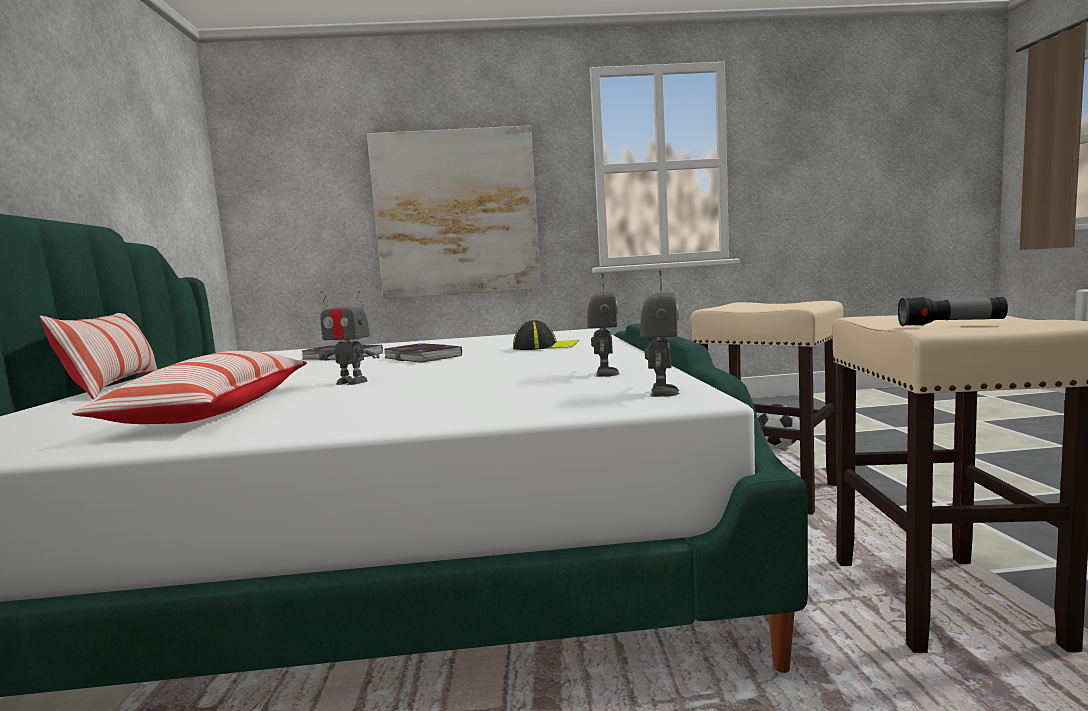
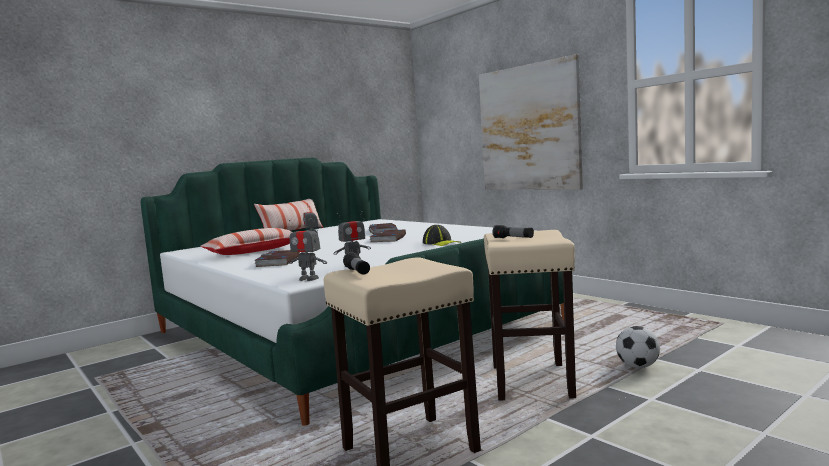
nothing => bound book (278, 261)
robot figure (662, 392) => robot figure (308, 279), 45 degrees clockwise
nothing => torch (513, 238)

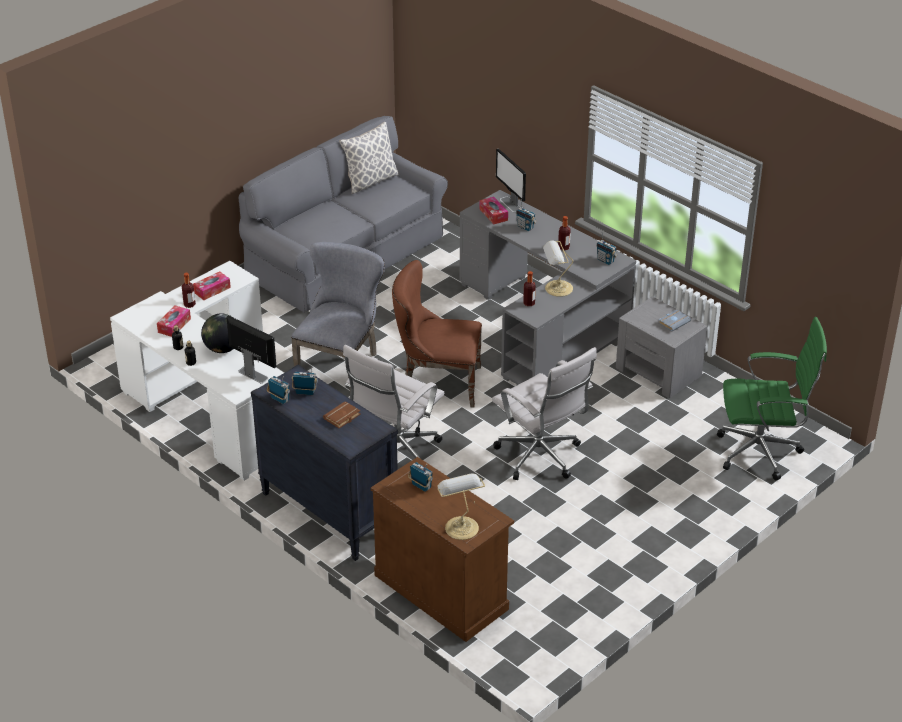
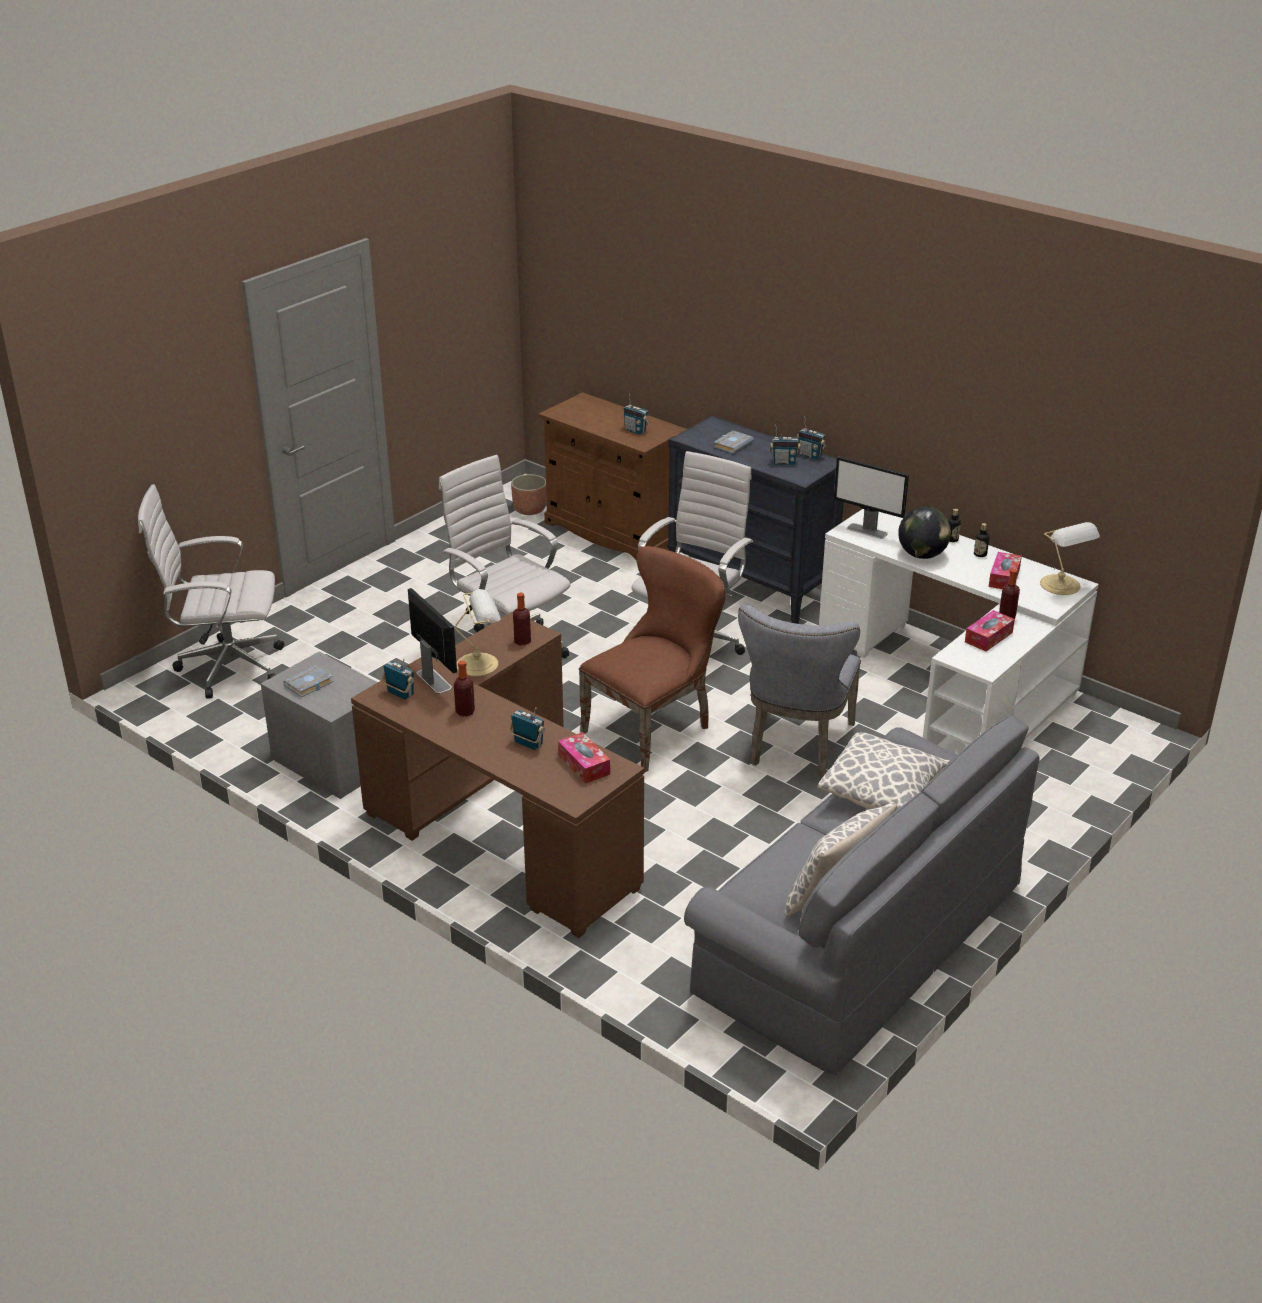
computer chair in green-coloured (762, 452) => computer chair in white (226, 668)
desk unit in greyish (544, 325) => desk unit in brownish (499, 823)
monitor (511, 204) => monitor (433, 680), shifted
nothing => plant pot (529, 509)
upright chair in brownish (436, 384) => upright chair in brownish (654, 728), 45 degrees counterclockwise
bound book in brownish (342, 417) => bound book in greyish (732, 444)
nothing => pillow (882, 792)
table lamp (460, 526) => table lamp (1061, 585), shifted

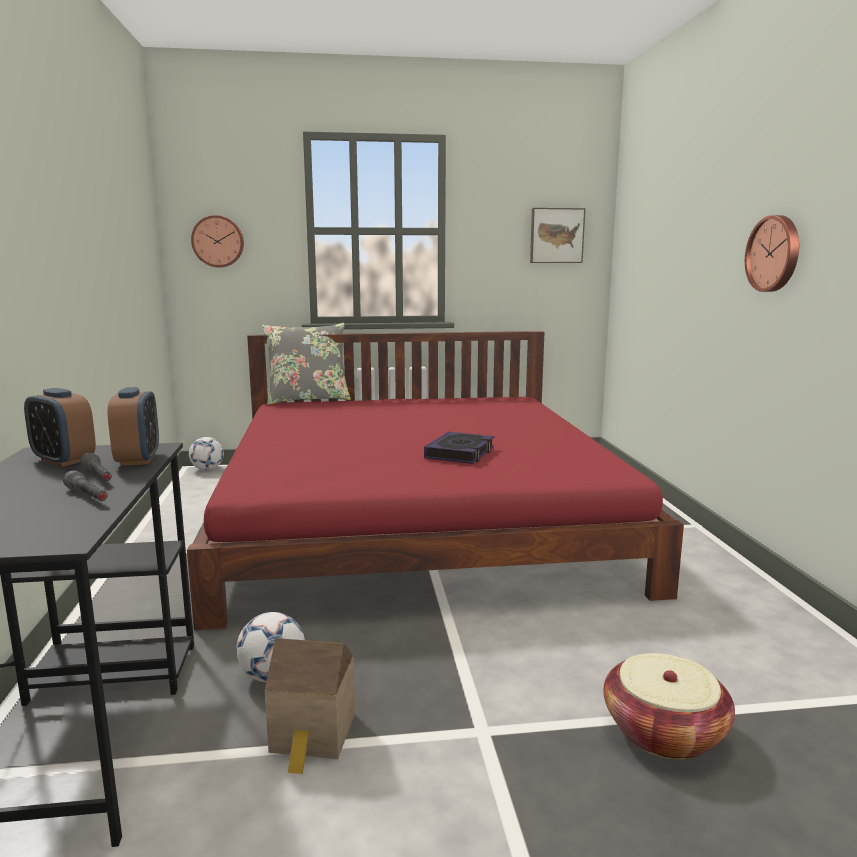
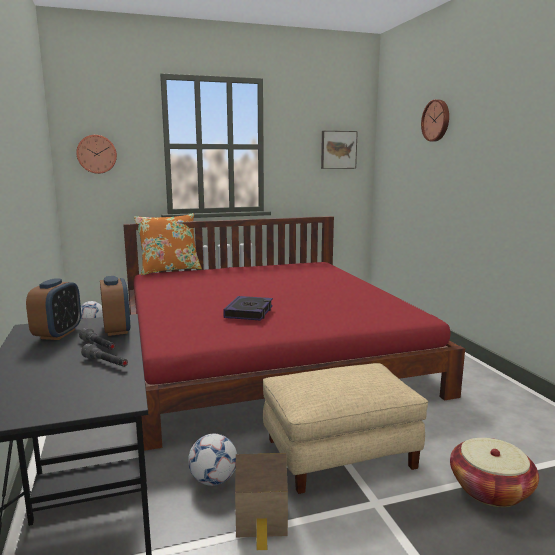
alarm clock (63, 460) => alarm clock (58, 334), 105 degrees counterclockwise
pillow in greyish (308, 399) => pillow in orangey (169, 270)
bound book (460, 453) => bound book (249, 312), shifted
nothing => footrest in beige (339, 452)
wall clock (774, 254) => wall clock (436, 120), shifted

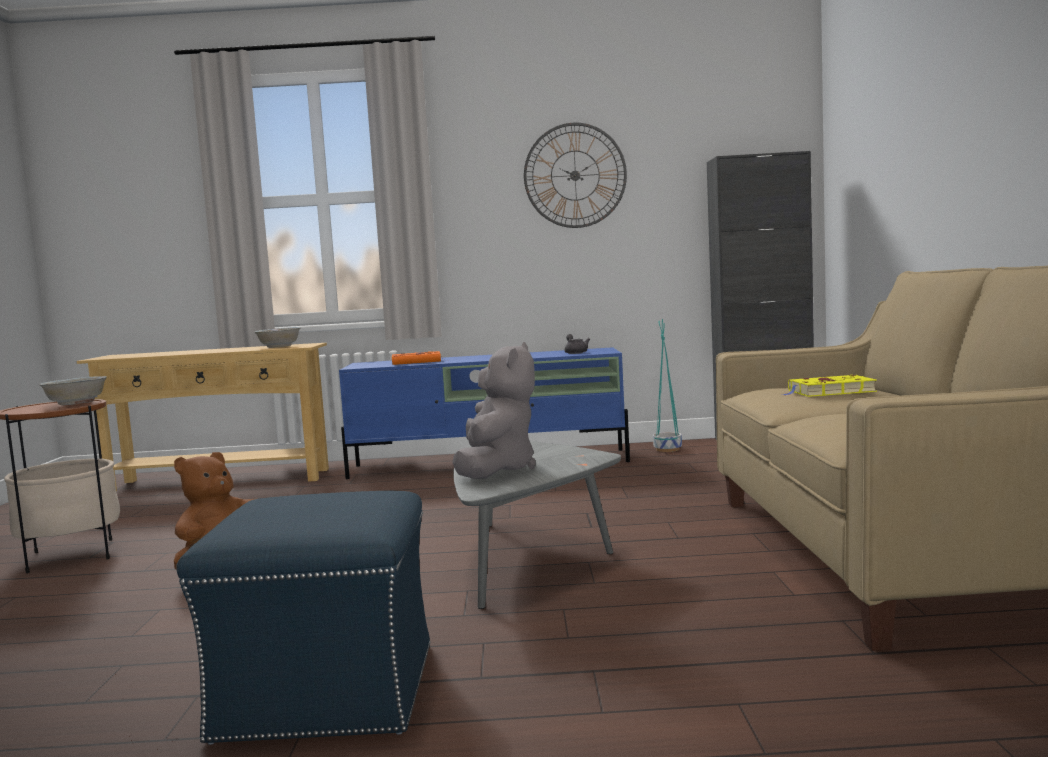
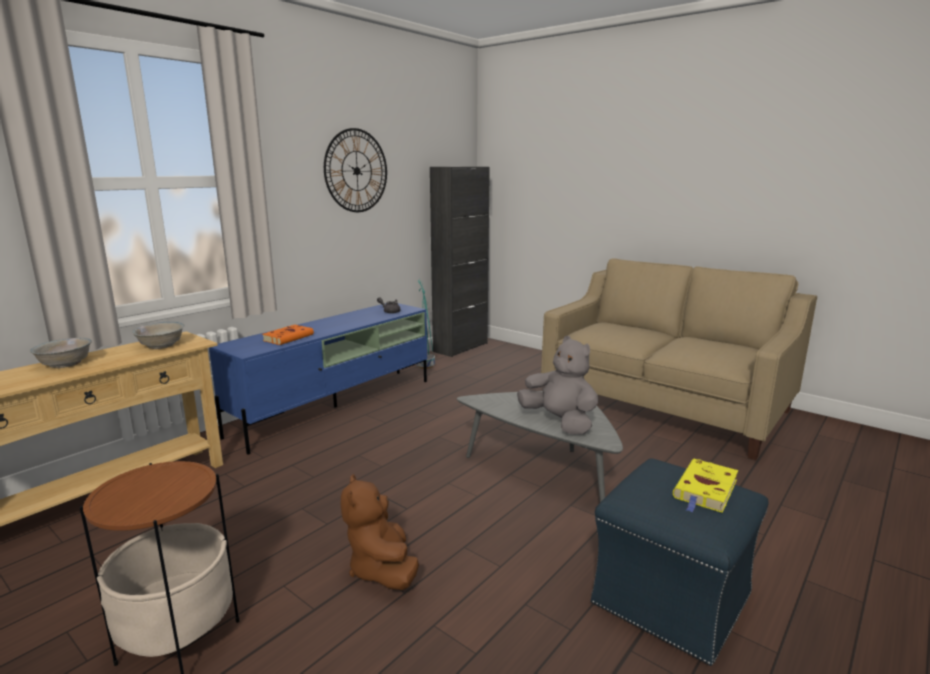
serving bowl in white (76, 403) => serving bowl in white (66, 364), shifted
bound book in yellow (829, 392) => bound book in yellow (705, 490), shifted

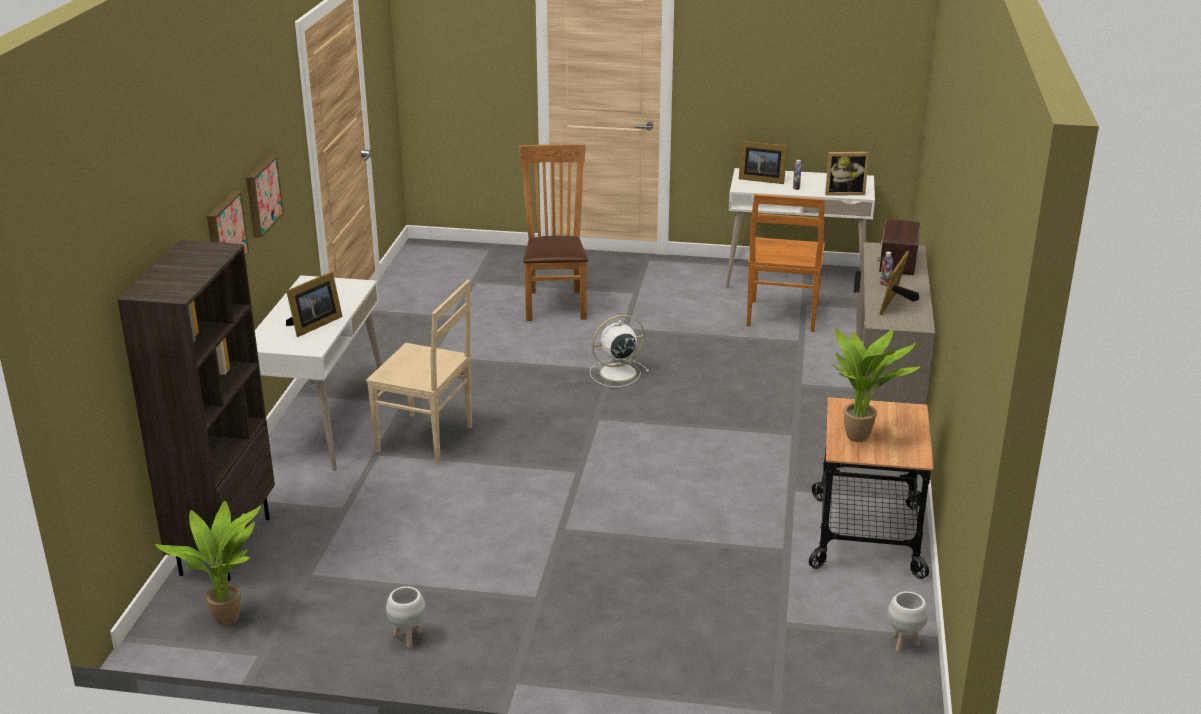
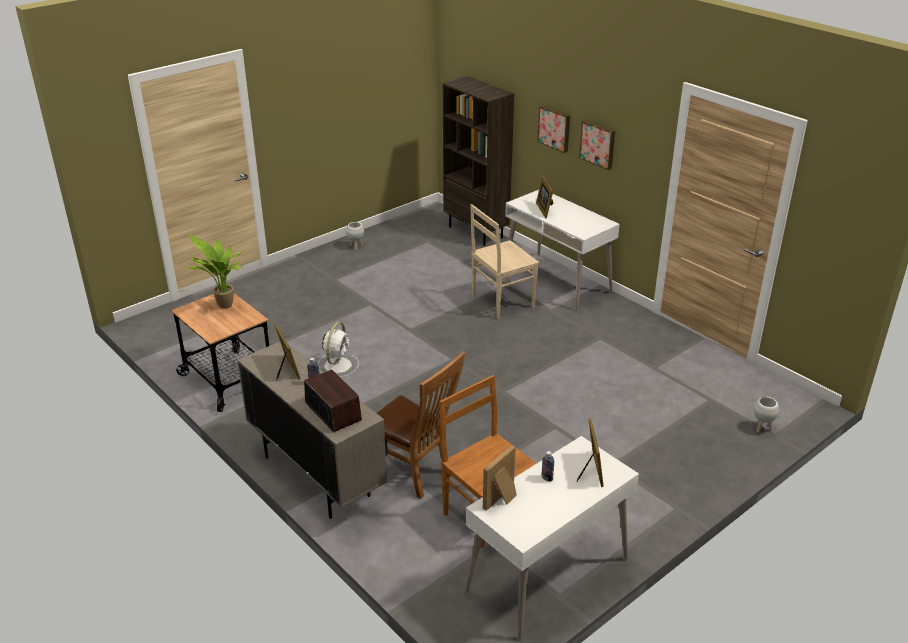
fan in white (616, 373) => fan in white (338, 364), shifted
upright chair in brownish (555, 303) => upright chair in brownish (414, 473), shifted
photo frame (760, 179) => photo frame (591, 470), 120 degrees clockwise
plant pot in white (904, 643) => plant pot in white (762, 428), shifted
potted plant (228, 617) => nothing

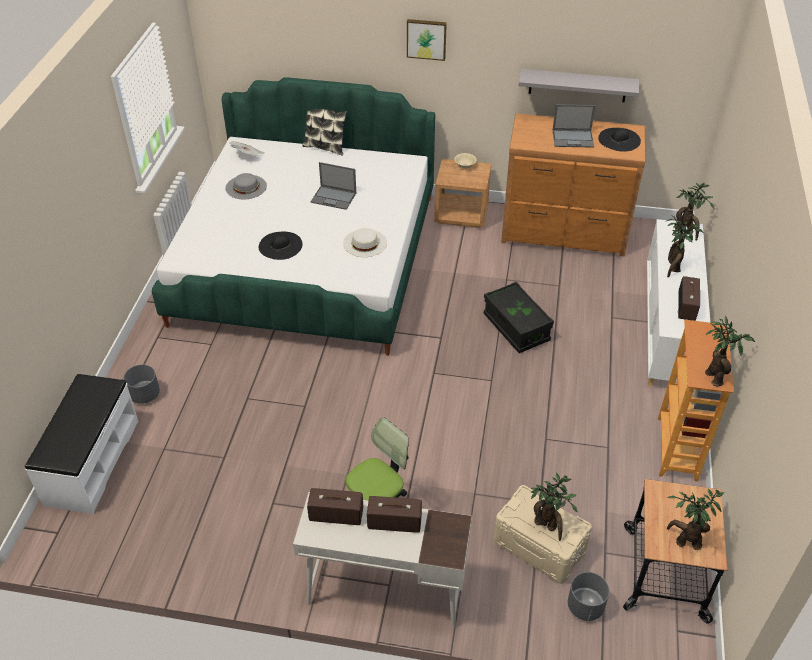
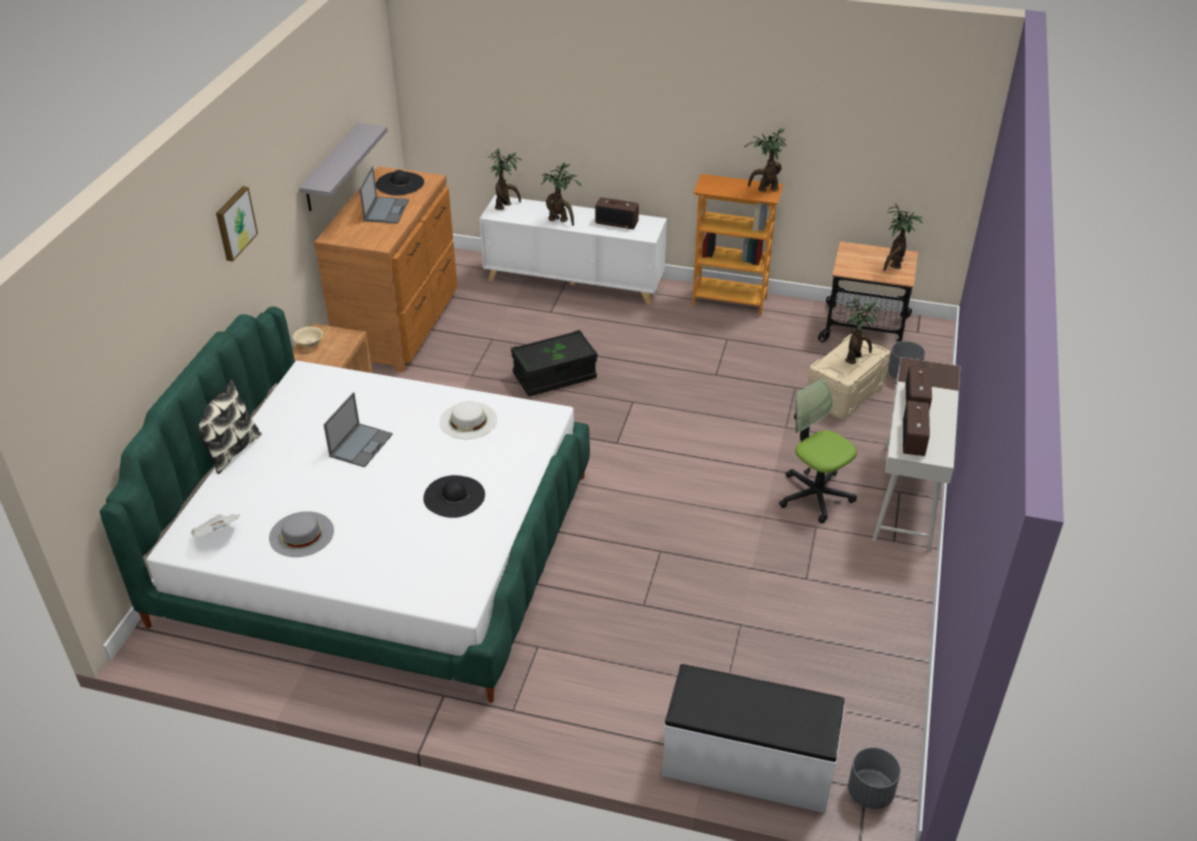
plant pot in greyish (145, 395) => plant pot in greyish (870, 793), shifted

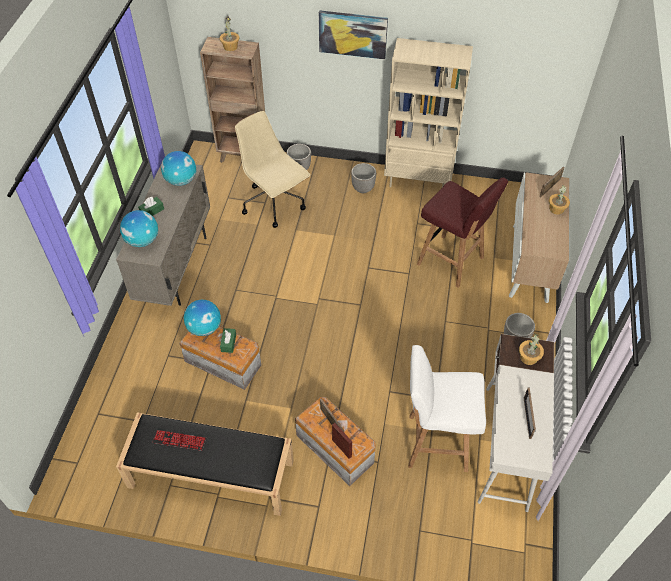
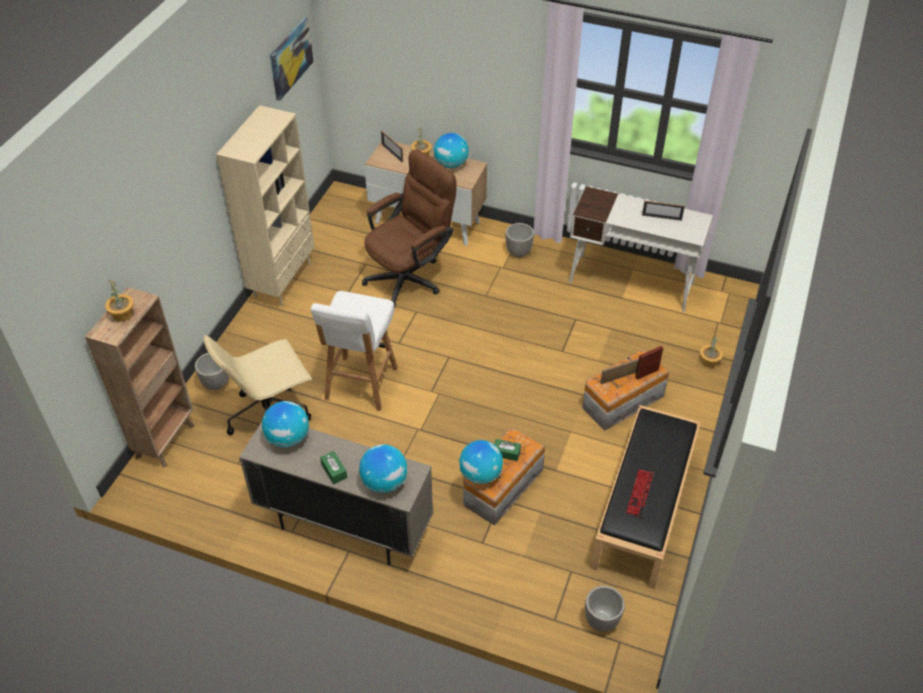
picture (353, 34) => picture (290, 58), shifted
stool seat in white (435, 442) => stool seat in white (360, 385), shifted
stool seat in red (451, 262) => computer chair in brownish (410, 276)
nothing => desk globe (451, 164)
plant pot (363, 188) => plant pot (601, 620), shifted
potted plant (528, 357) => potted plant (709, 361), shifted

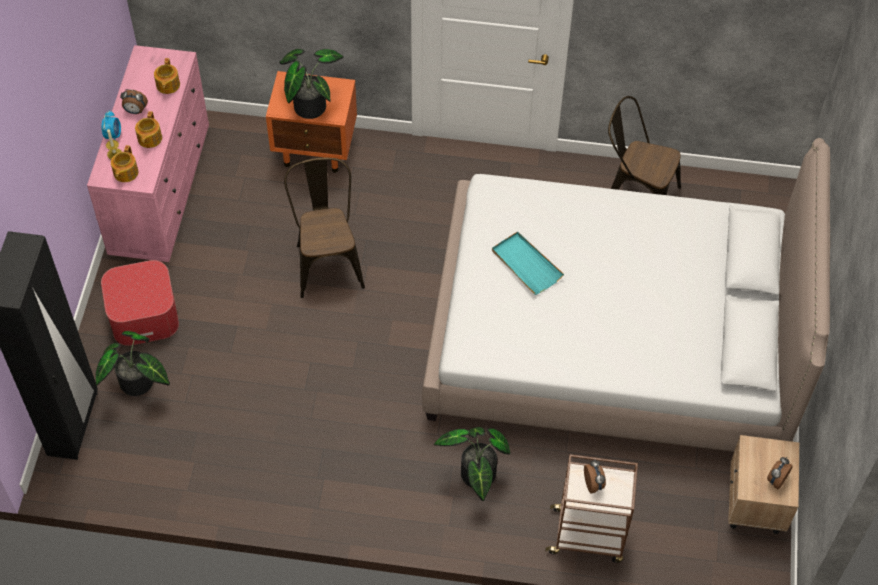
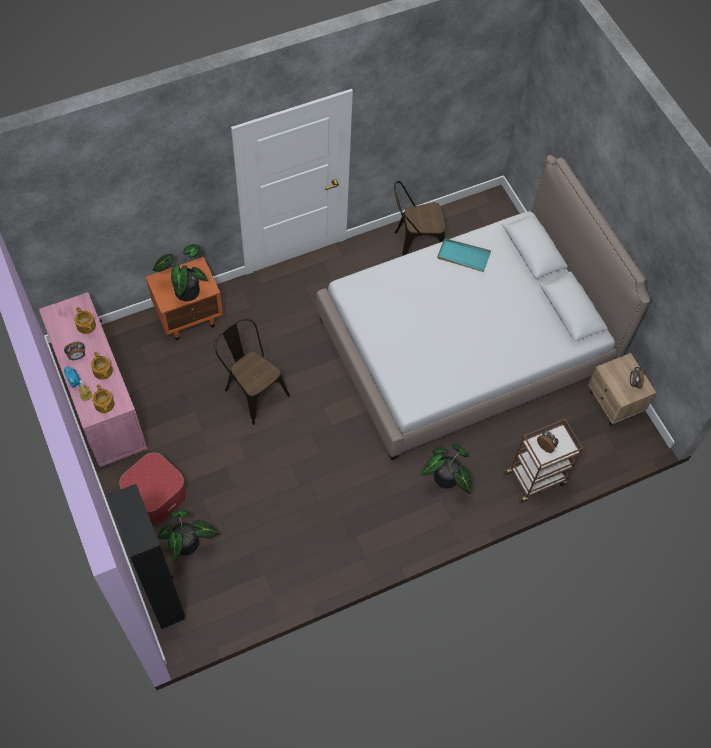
carrying tray in blue-green (526, 265) => carrying tray in blue-green (463, 256), shifted

